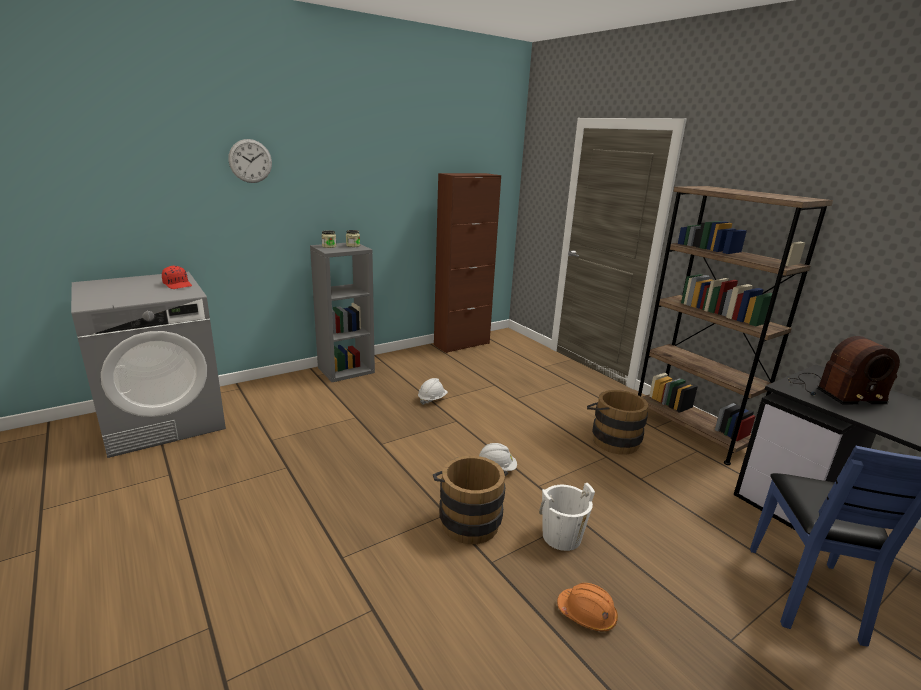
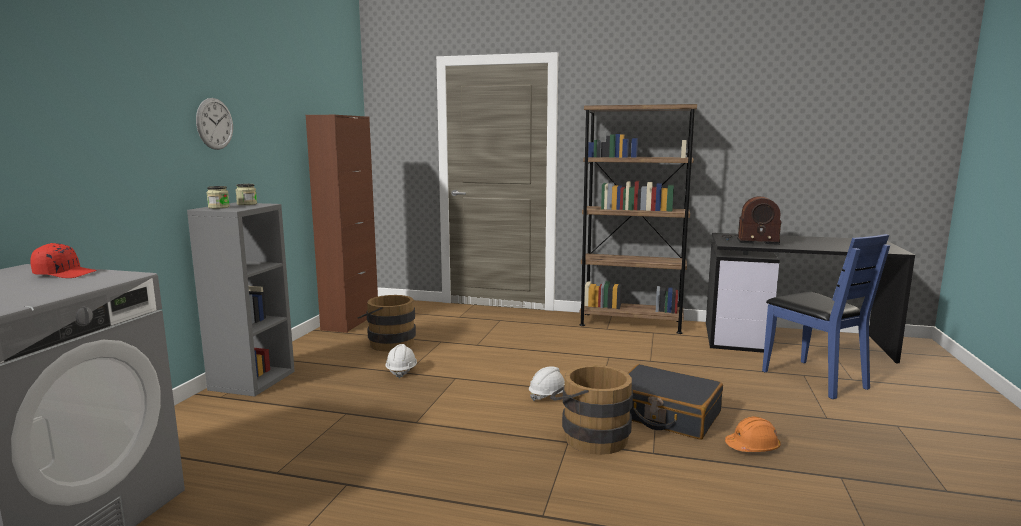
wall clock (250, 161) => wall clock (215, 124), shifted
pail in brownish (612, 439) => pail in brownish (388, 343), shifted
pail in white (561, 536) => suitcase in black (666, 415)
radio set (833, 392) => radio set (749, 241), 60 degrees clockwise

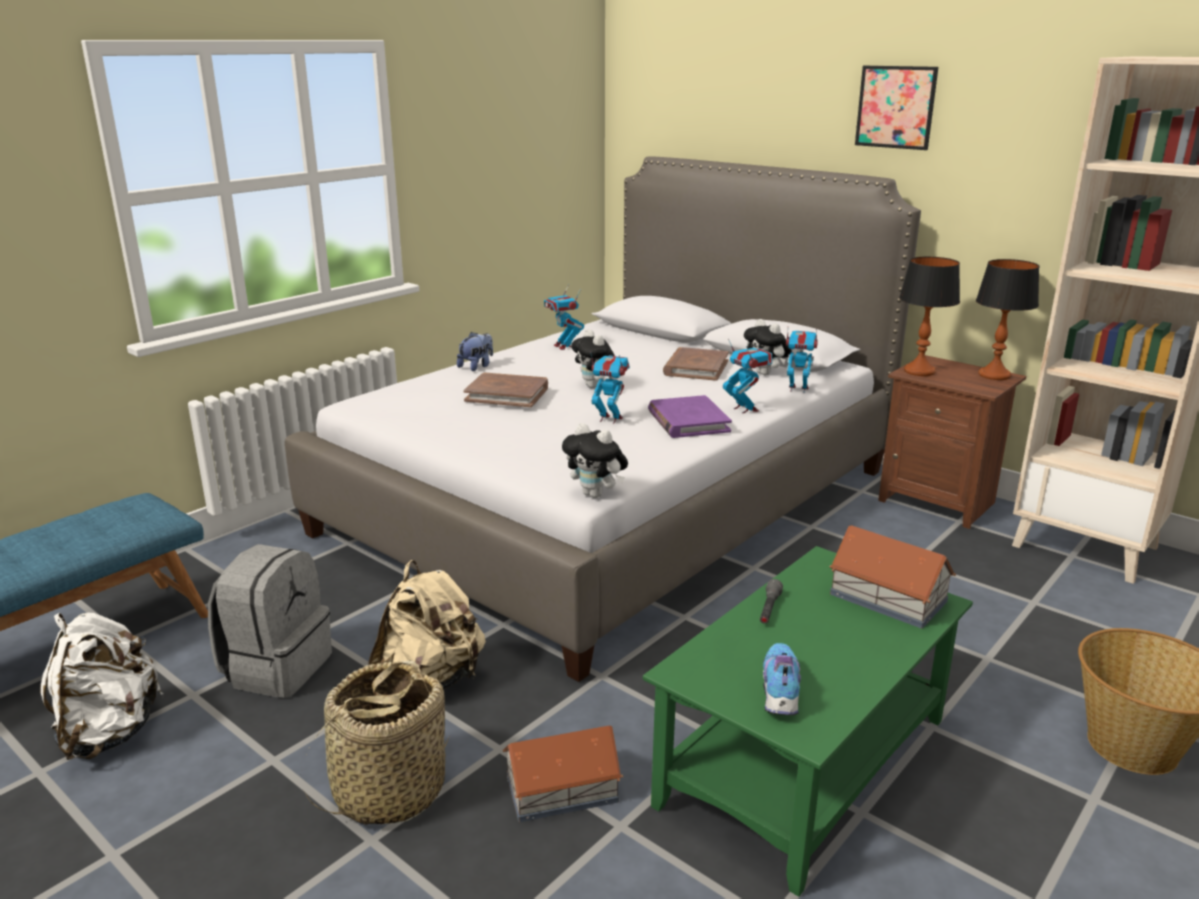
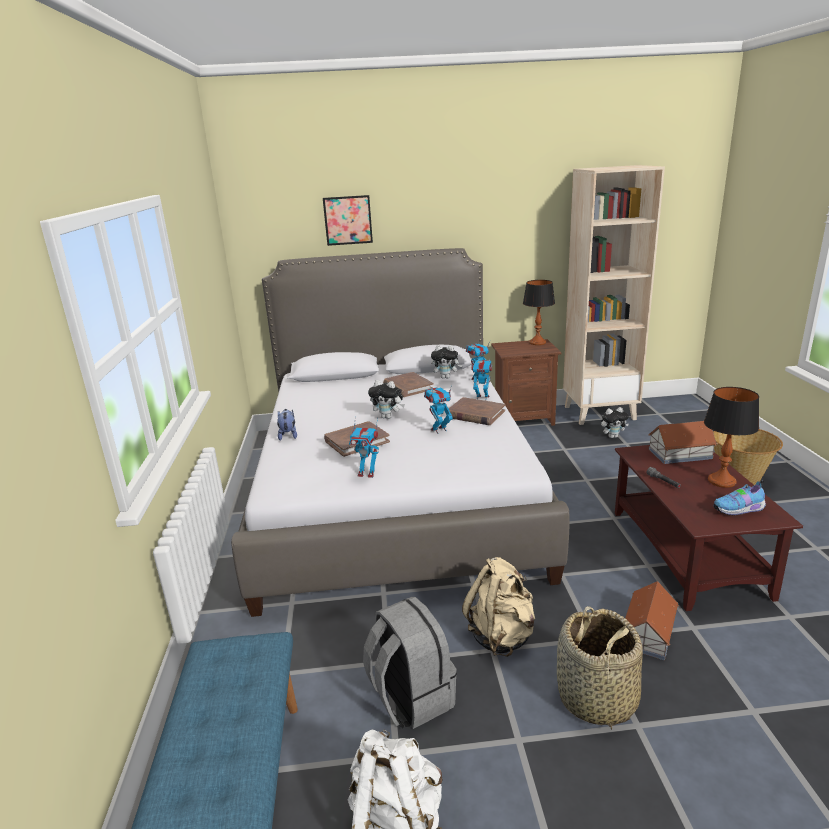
picture (895, 107) => picture (348, 220), shifted
robot figure (564, 346) => robot figure (367, 473), shifted
bound book in purple-coloured (688, 421) => bound book in brownish (475, 414)
soft toy (596, 494) => soft toy (613, 436), shifted
low table in green-coloured (804, 764) => low table in brownish (688, 553)
table lamp (918, 371) => table lamp (721, 481), shifted
item of footwear (779, 693) => item of footwear (739, 510), 60 degrees counterclockwise

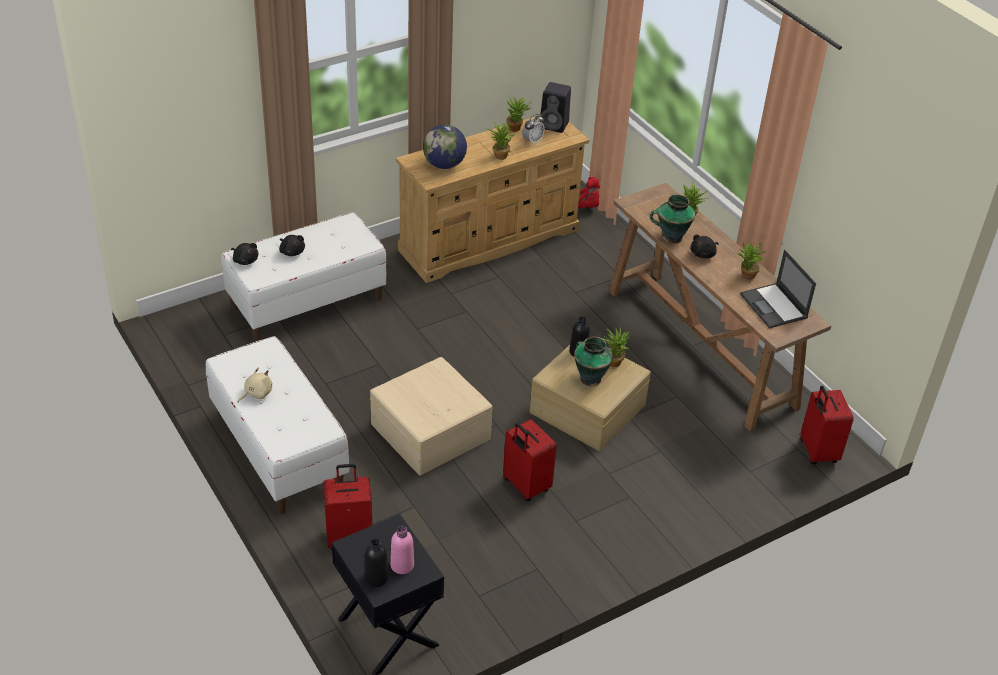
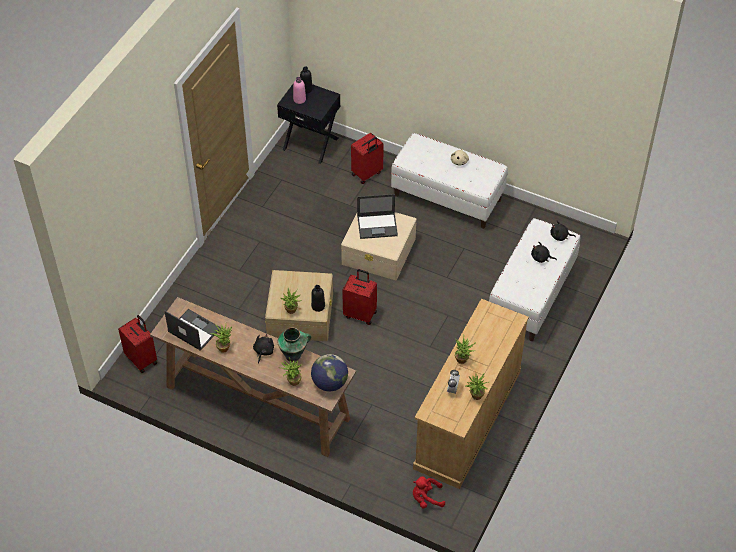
desk globe (444, 165) => desk globe (329, 383), shifted
suitcase in red (525, 486) => suitcase in red (360, 314), shifted
nothing => notebook computer (378, 225)
speaker in black (555, 125) => nothing
vase (589, 378) => nothing

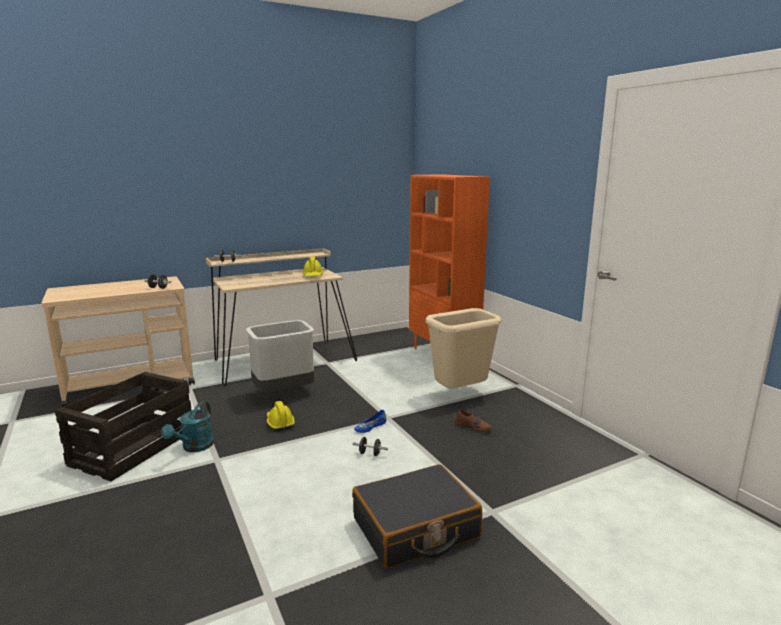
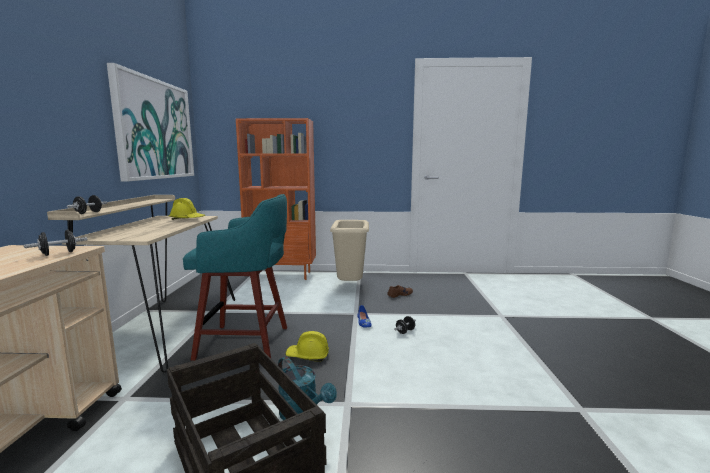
nothing => picture (155, 129)
trash can in greyish (283, 393) => stool seat in blue-green (246, 342)
suitcase in black (415, 529) => nothing

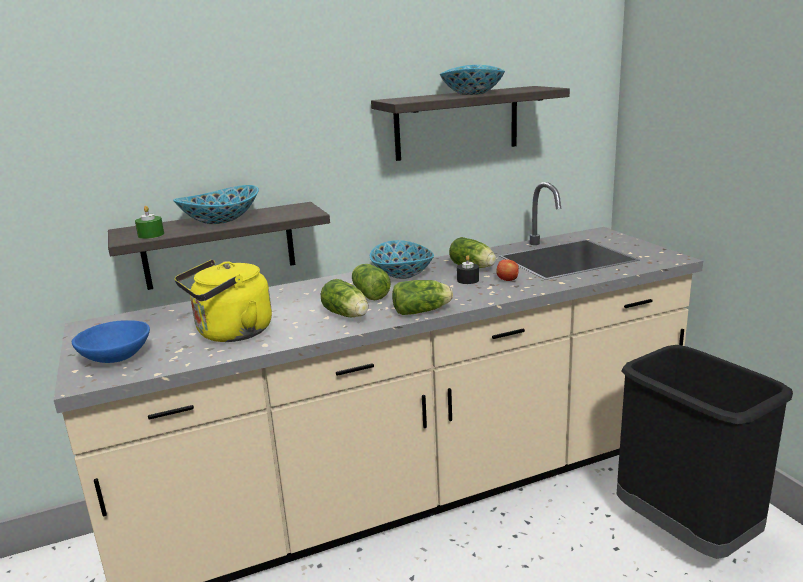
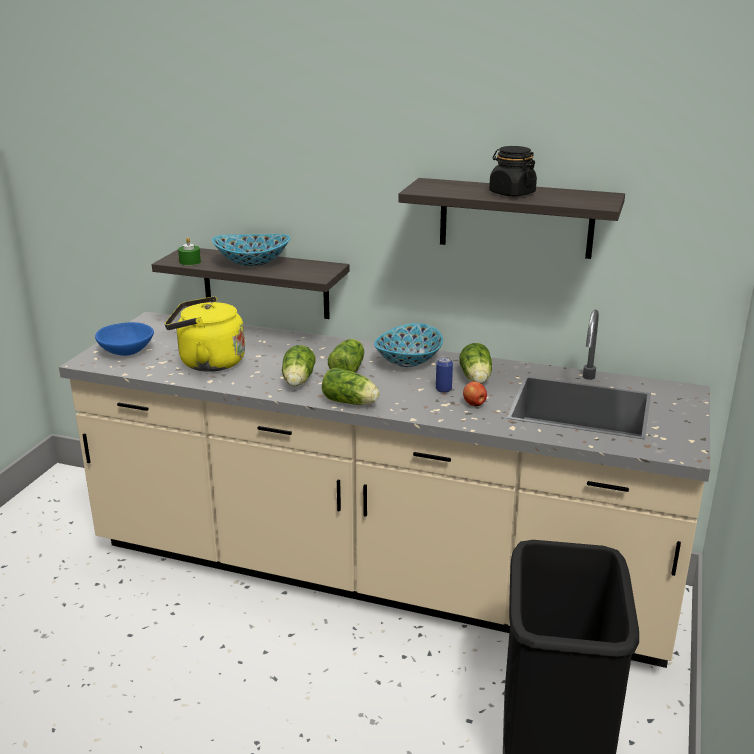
candle in black (468, 280) => metal can (443, 389)
serving bowl (473, 93) => jar in black (511, 193)

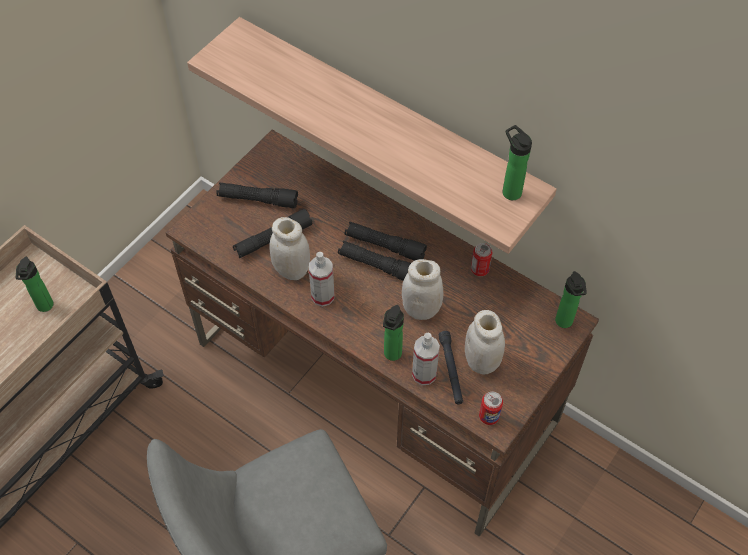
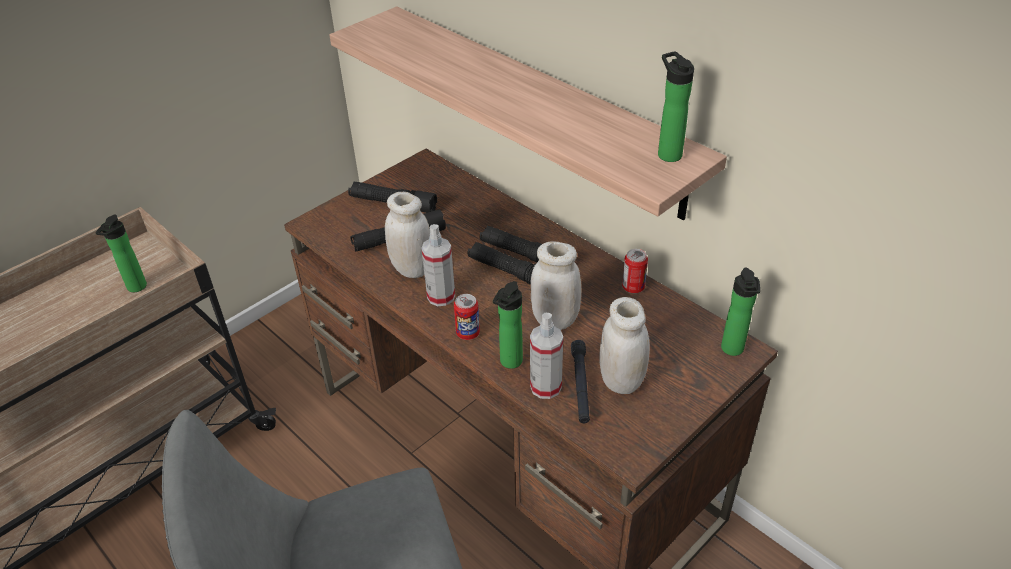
metal can (489, 416) => metal can (468, 333), shifted

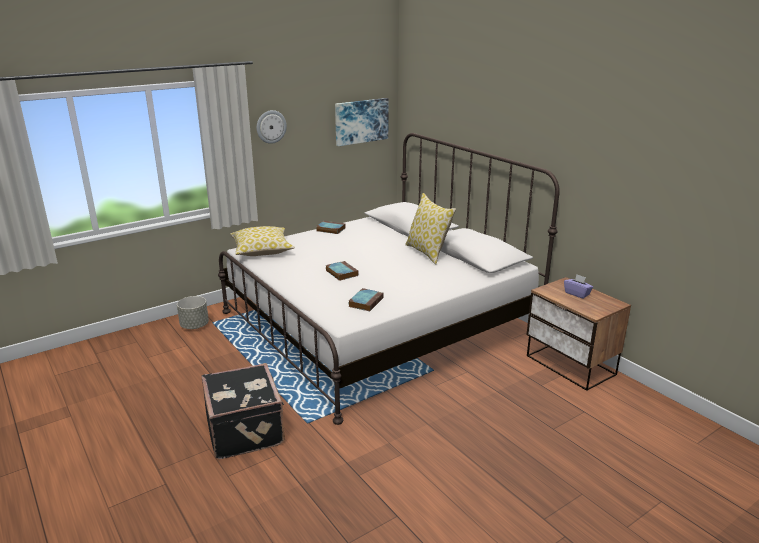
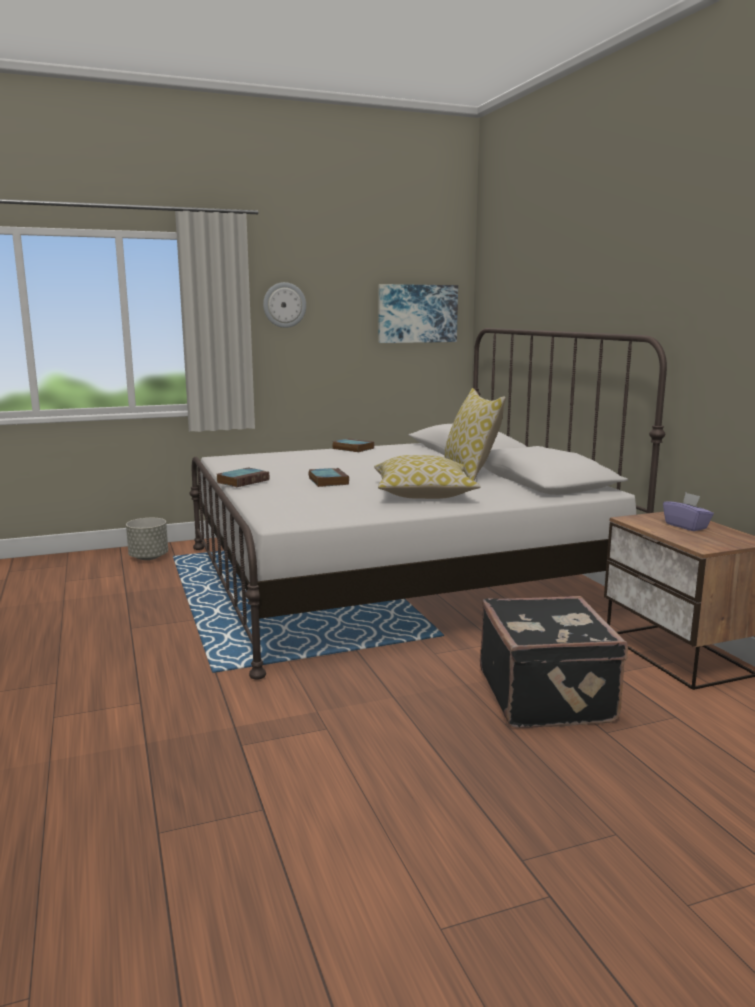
bound book (366, 302) => bound book (243, 481), shifted
pillow (262, 250) => pillow (423, 494), shifted
suitcase in black (246, 429) => suitcase in black (547, 696), shifted

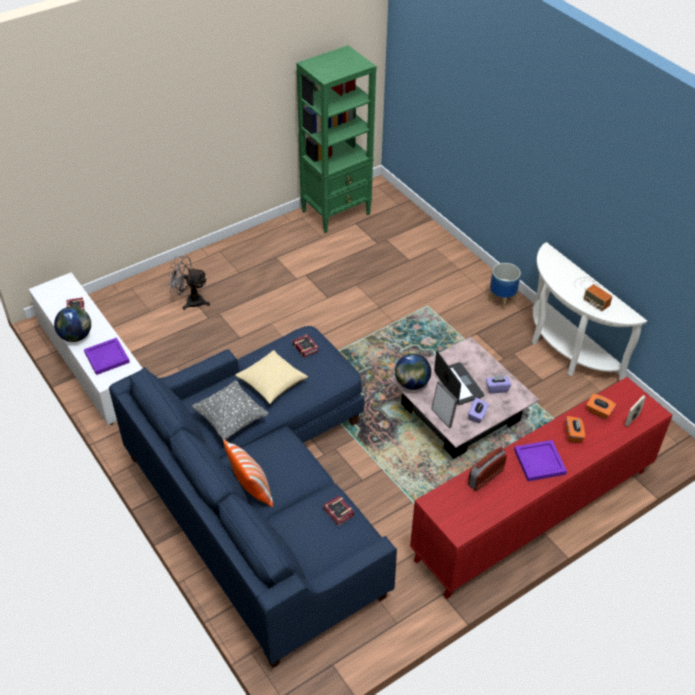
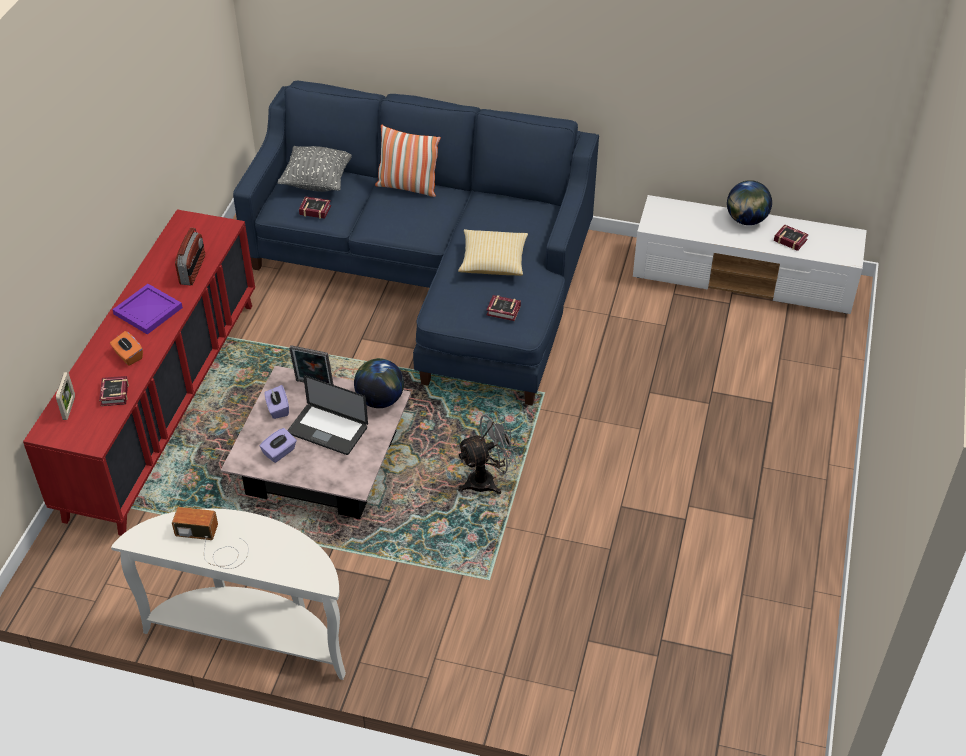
tissue holder in orangey (598, 412) => bound book (113, 395)
pillow in greyish (231, 420) => pillow in greyish (317, 182), shifted
fan in greyish (190, 301) => fan in greyish (487, 480), shifted
carrying tray in purple-coloured (106, 358) => nothing
shelving unit in green-coloured (336, 212) => nothing
plant pot (501, 300) => nothing

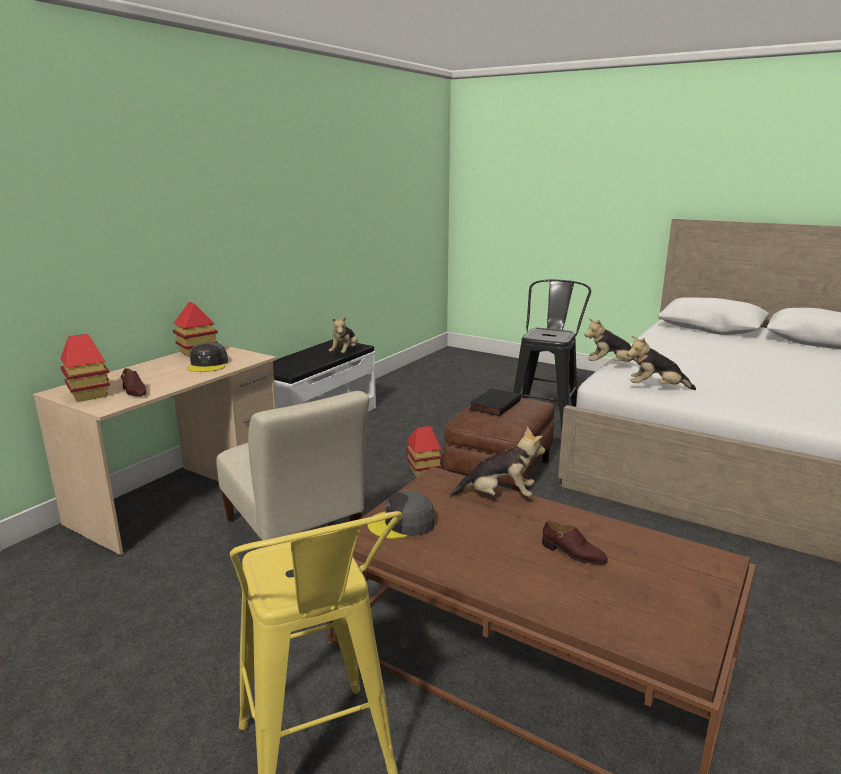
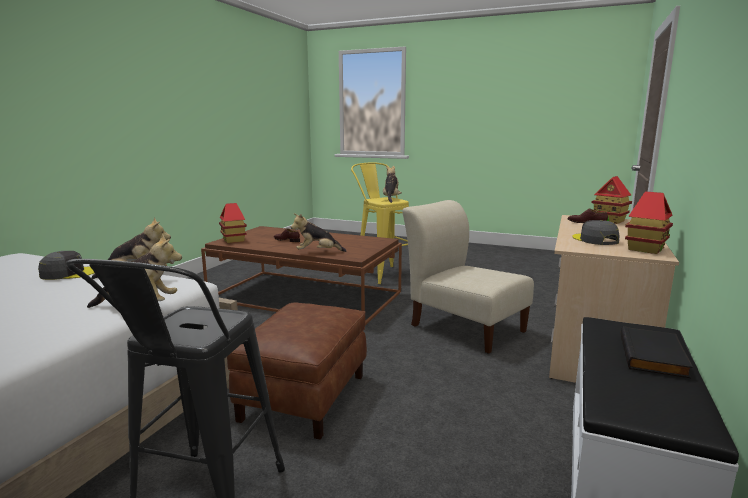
baseball cap in greyish (402, 524) => baseball cap in greyish (69, 273), shifted
miniature house (423, 471) => miniature house (234, 240), shifted
soft toy (345, 353) => soft toy (391, 199), shifted
bound book in black (494, 405) => bound book in black (654, 356), shifted

